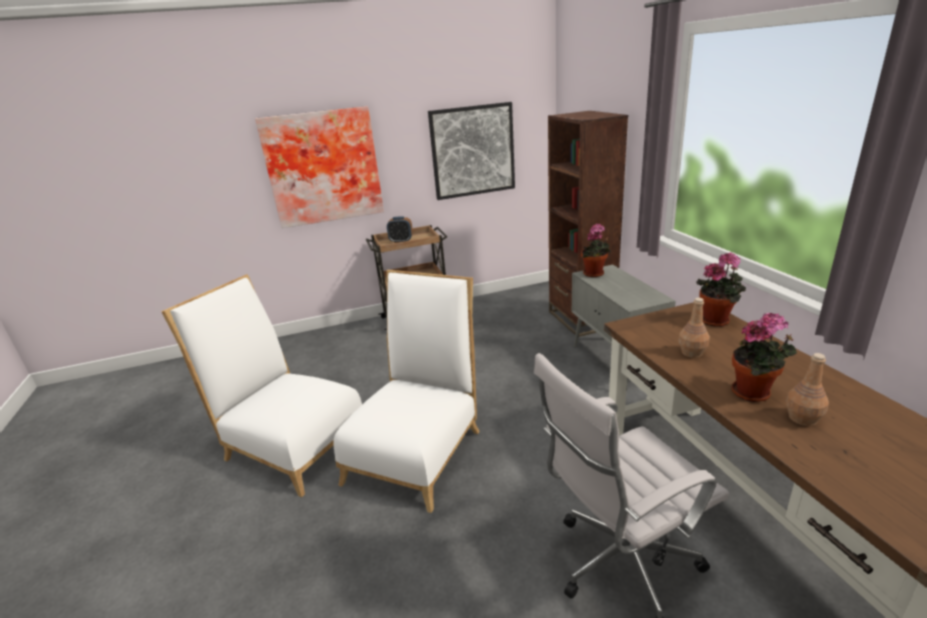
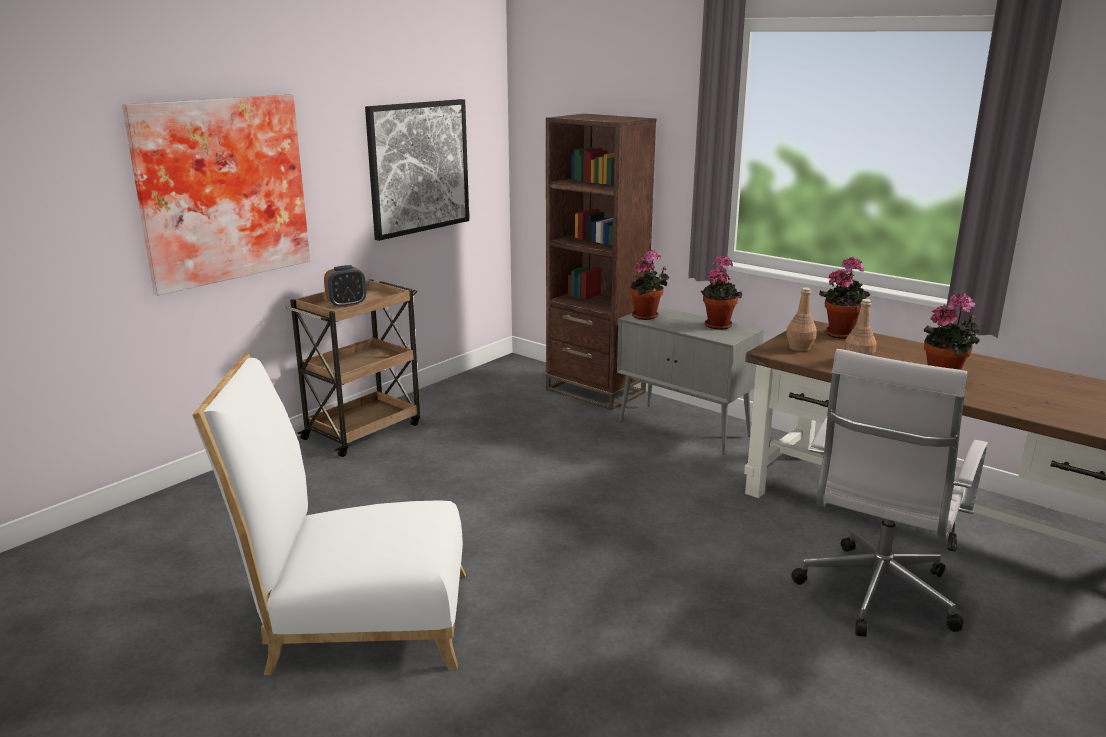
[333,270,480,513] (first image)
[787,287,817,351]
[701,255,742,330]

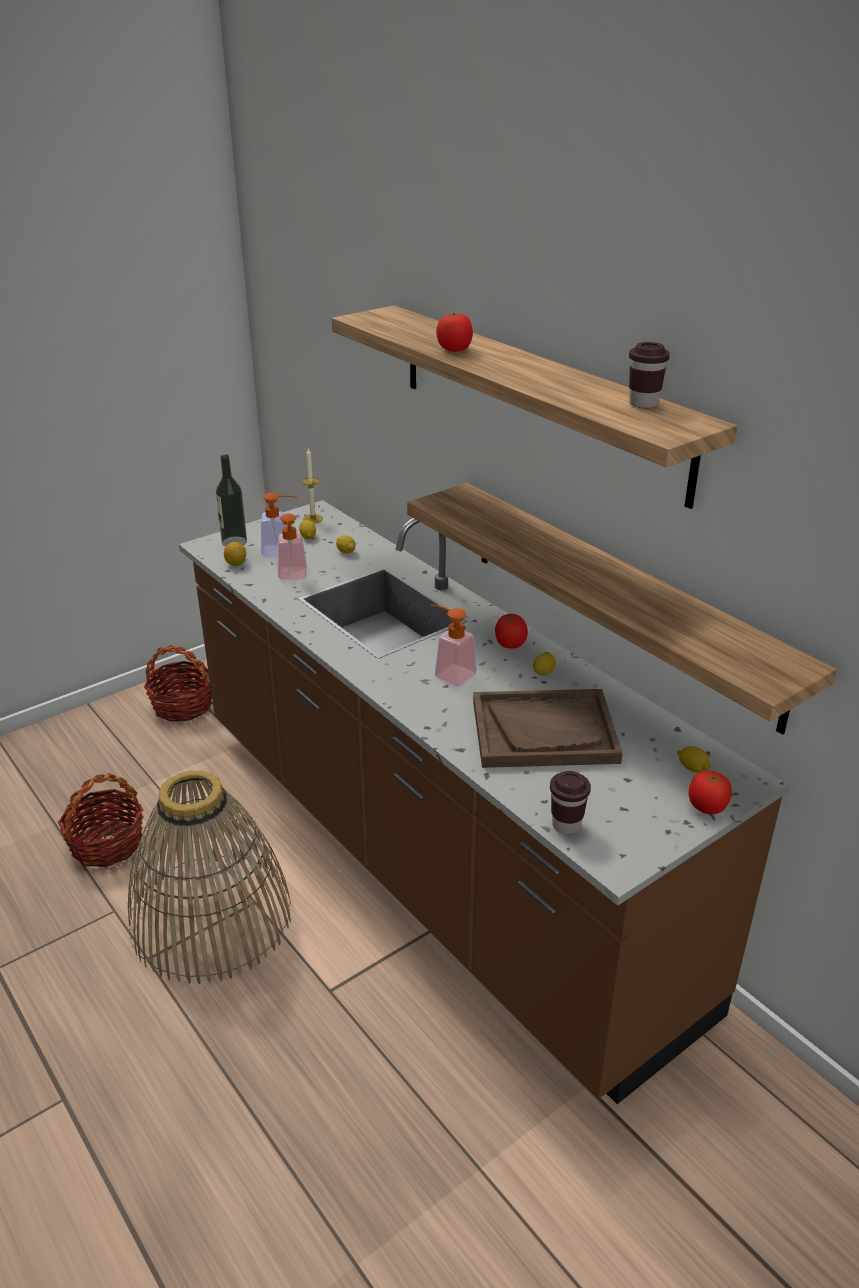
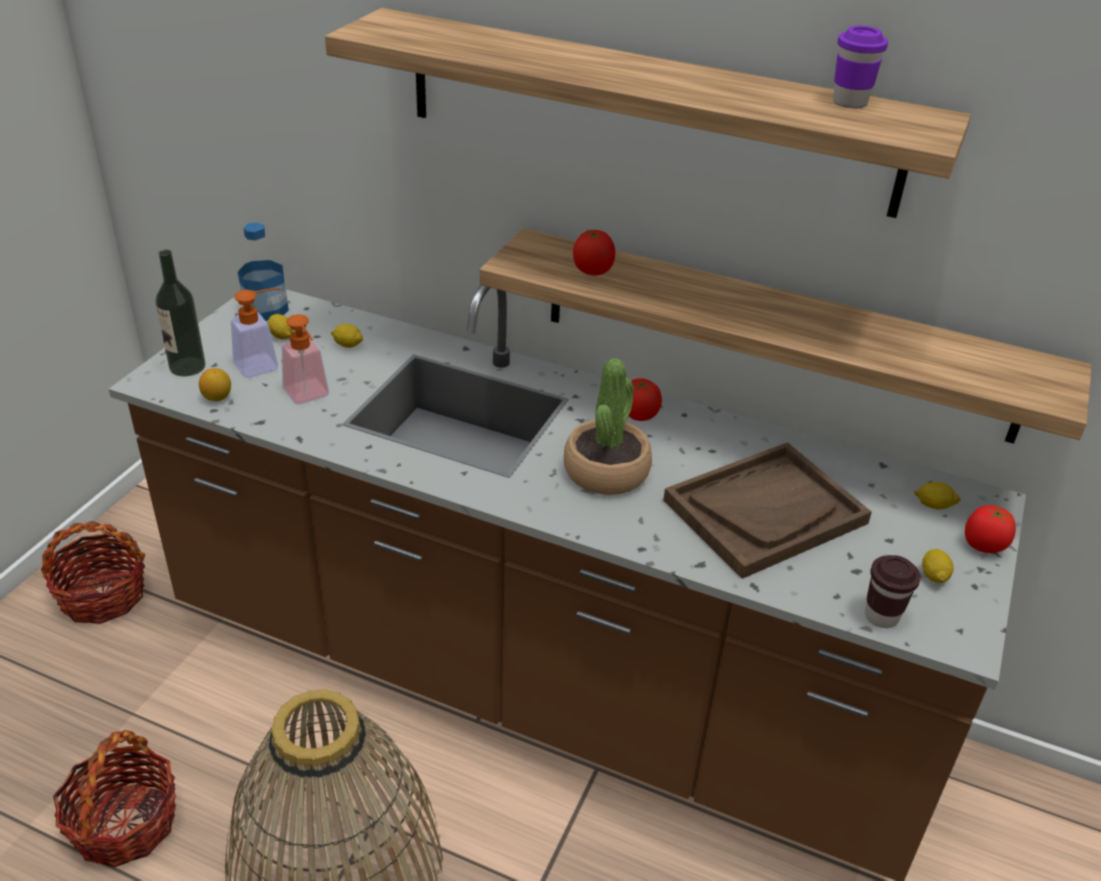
[238,223,289,321]
[564,358,652,495]
[573,230,615,276]
[922,549,954,583]
[833,25,888,109]

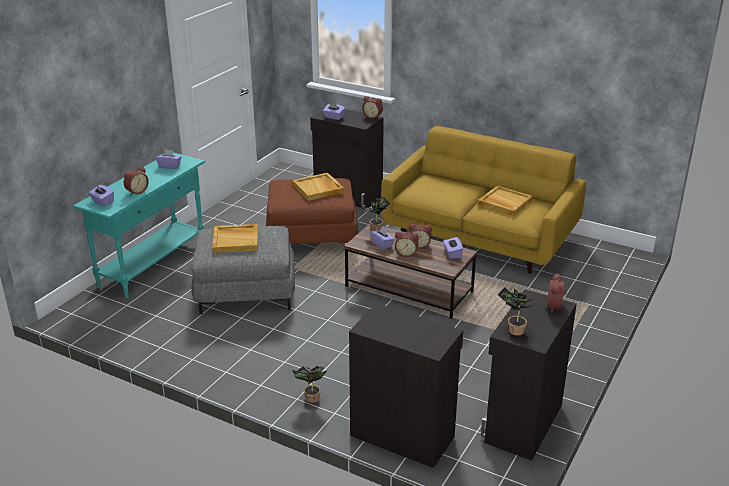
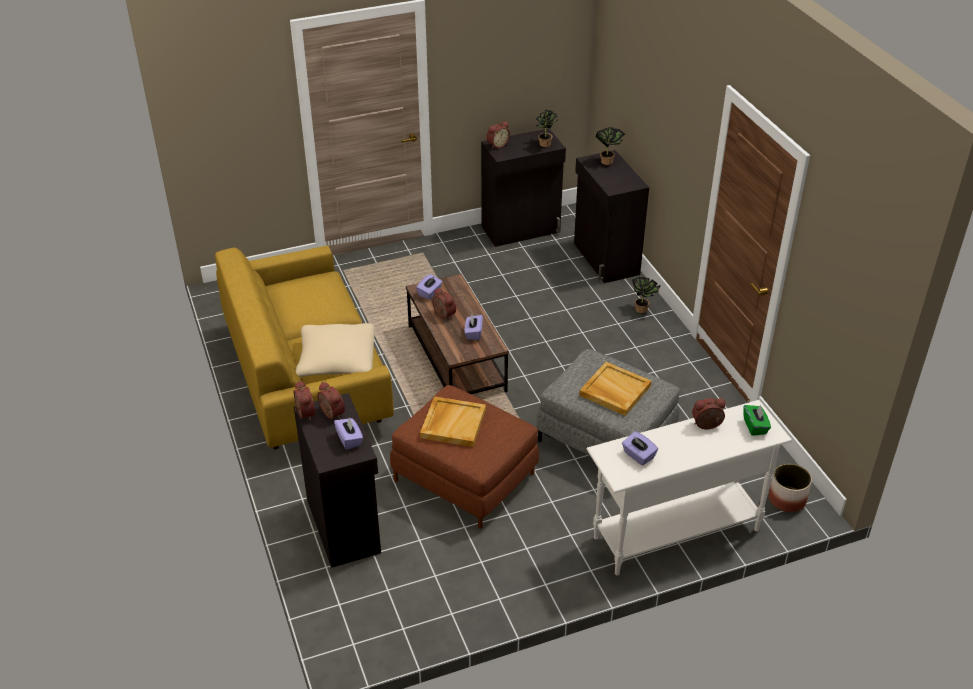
[586,400,792,575]
[743,404,771,436]
[595,127,626,165]
[317,382,345,419]
[478,185,533,216] (first image)
[296,323,375,377]
[768,463,812,512]

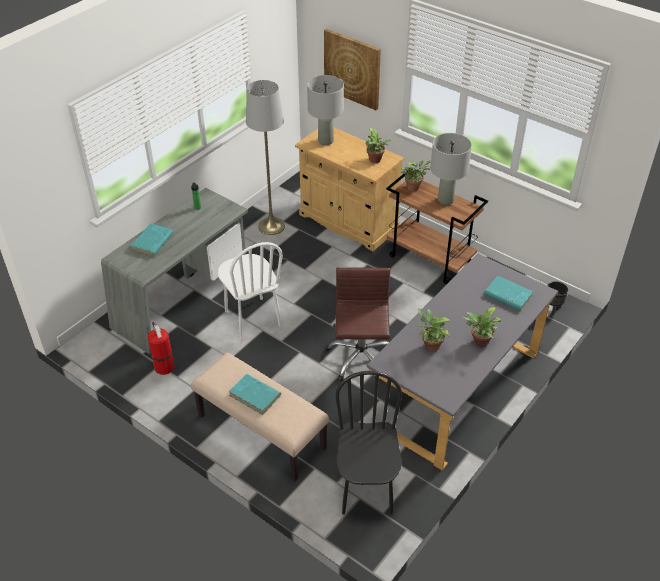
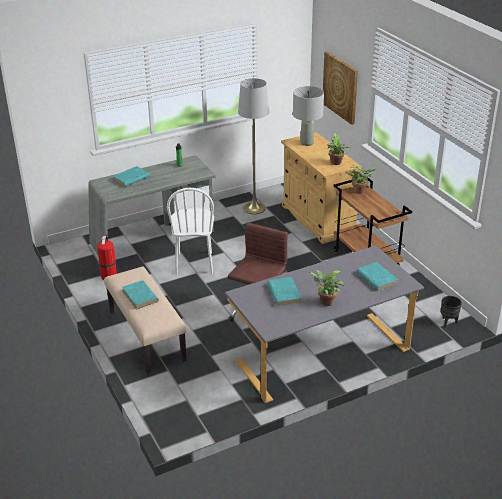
[335,371,402,515] (first image)
[267,277,302,306]
[431,133,472,205] (first image)

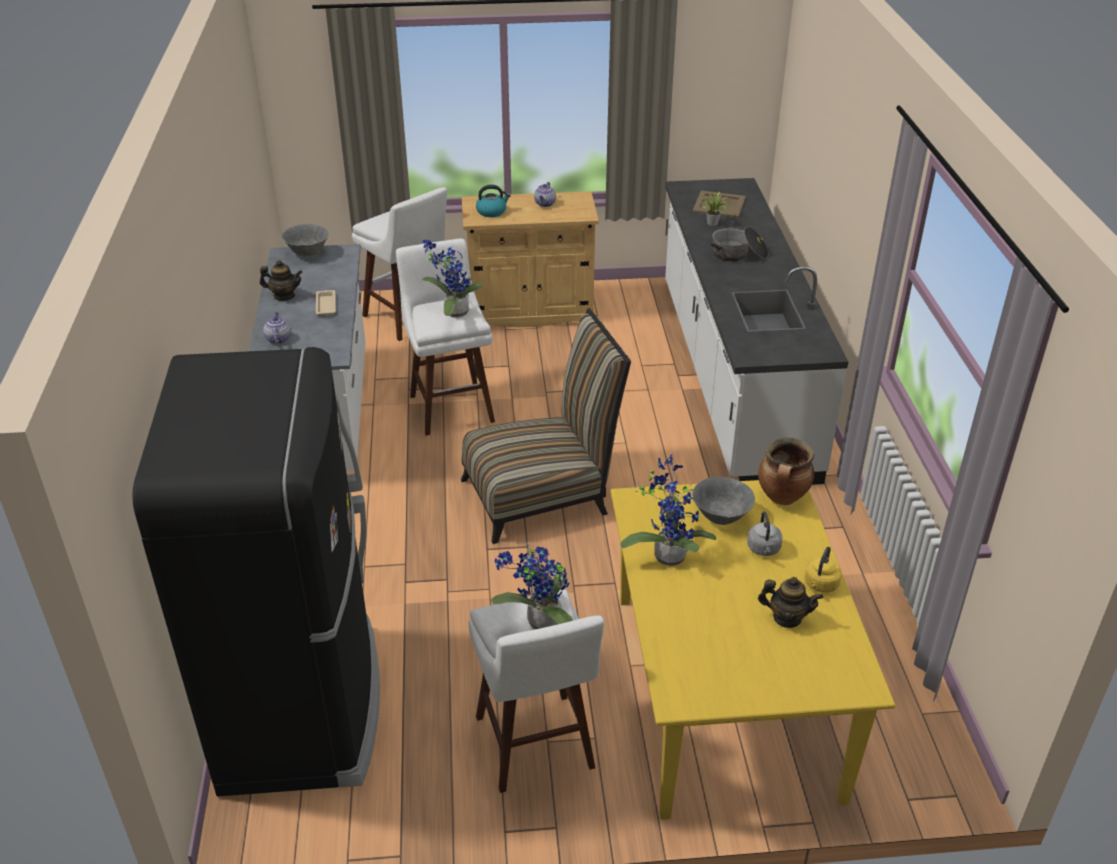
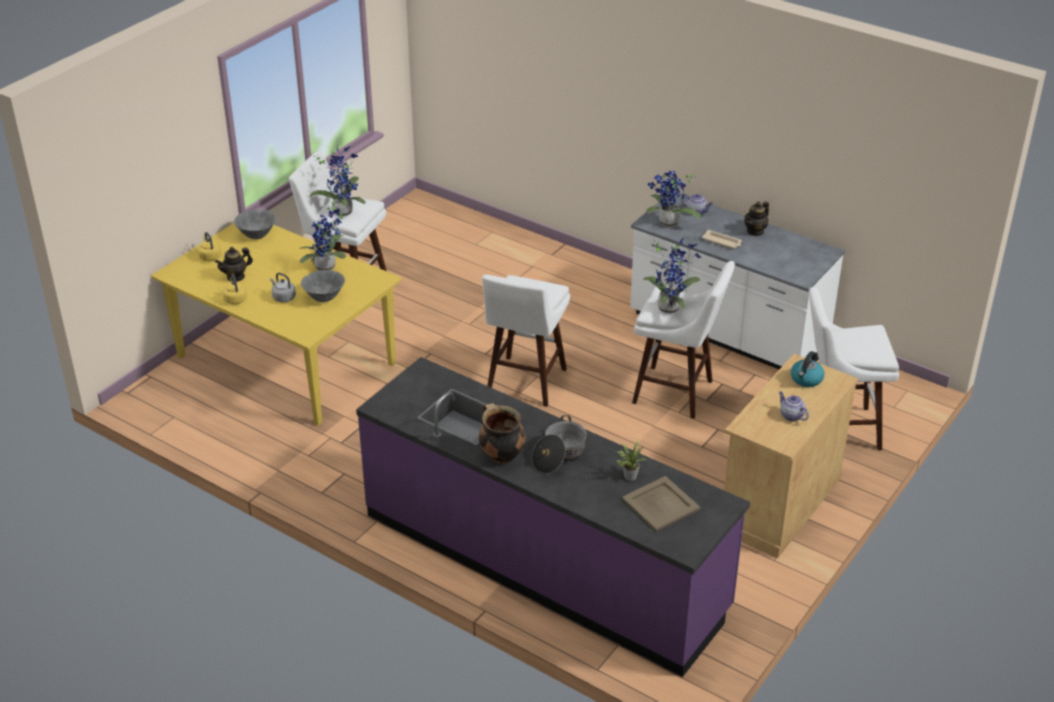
[132,347,380,796] (first image)
[234,209,276,239]
[482,275,570,407]
[356,357,750,677]
[479,403,526,464]
[198,232,221,261]
[646,171,701,227]

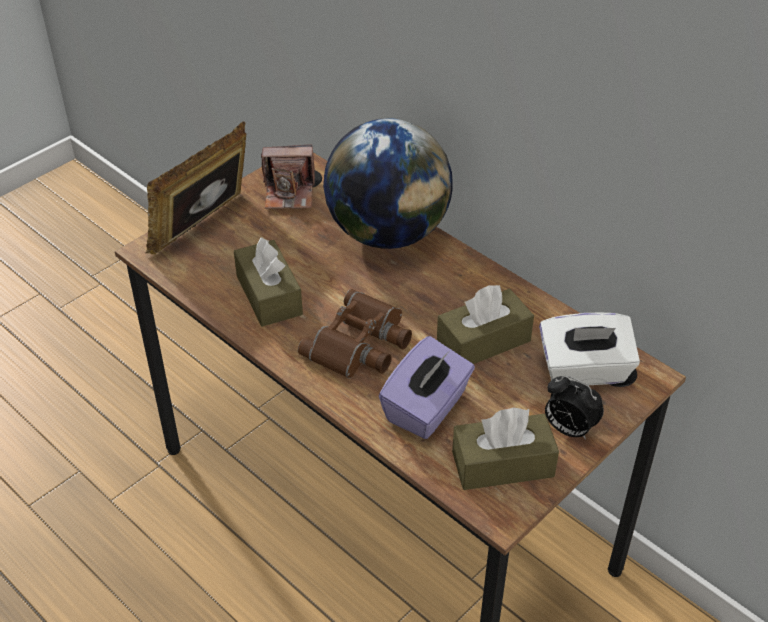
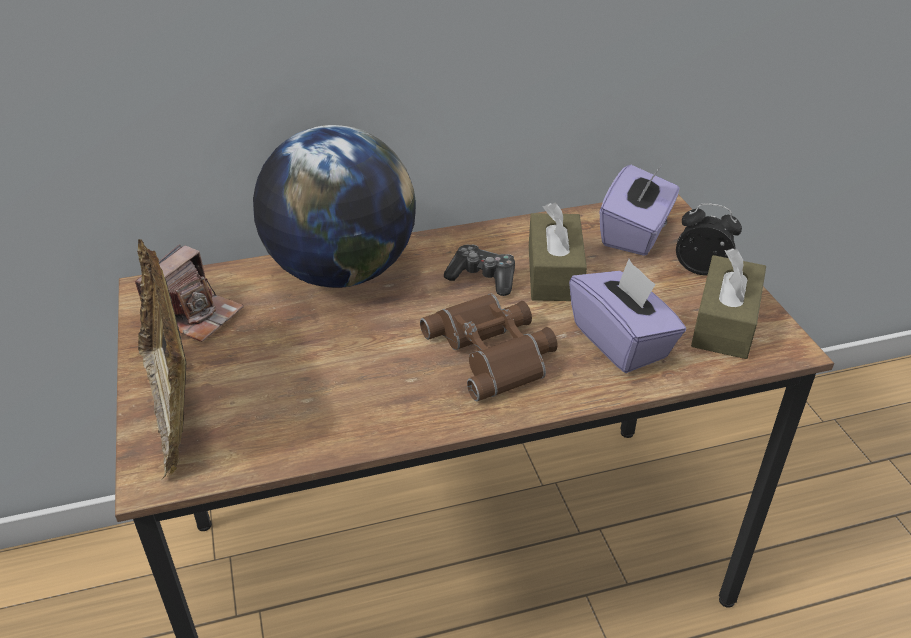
[234,237,303,327] (first image)
[600,165,679,256]
[676,203,742,275]
[444,244,515,296]

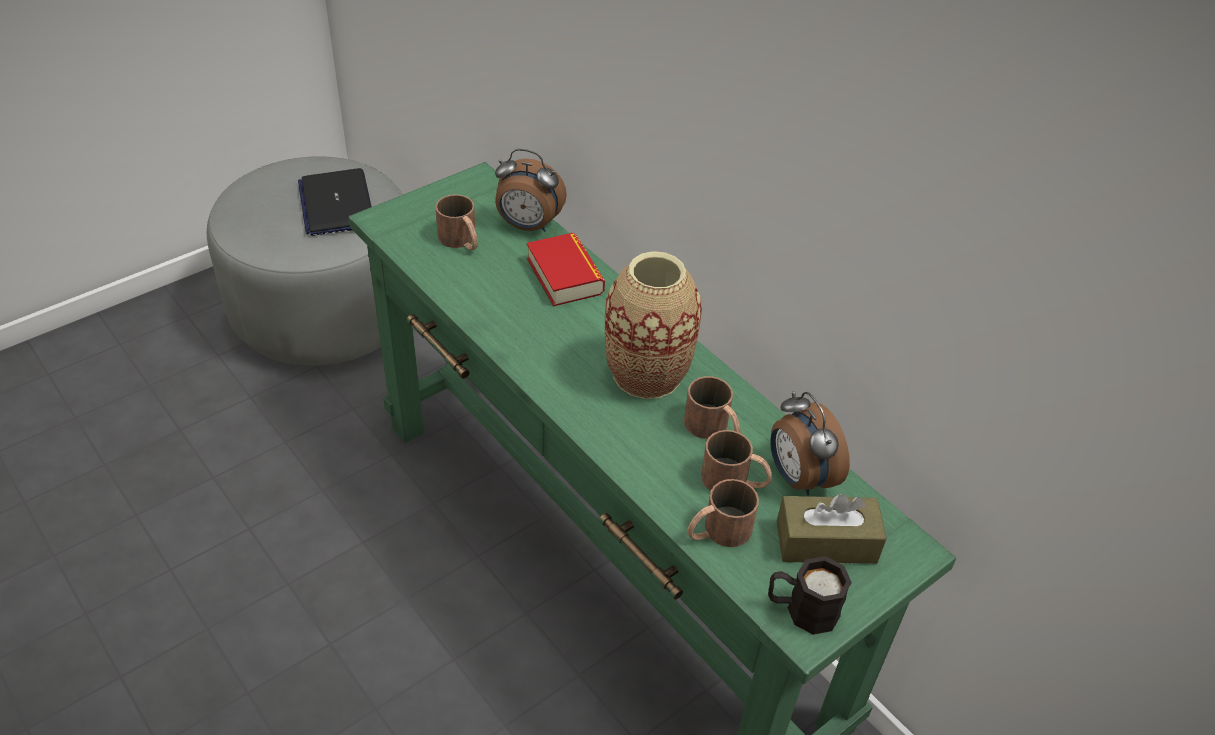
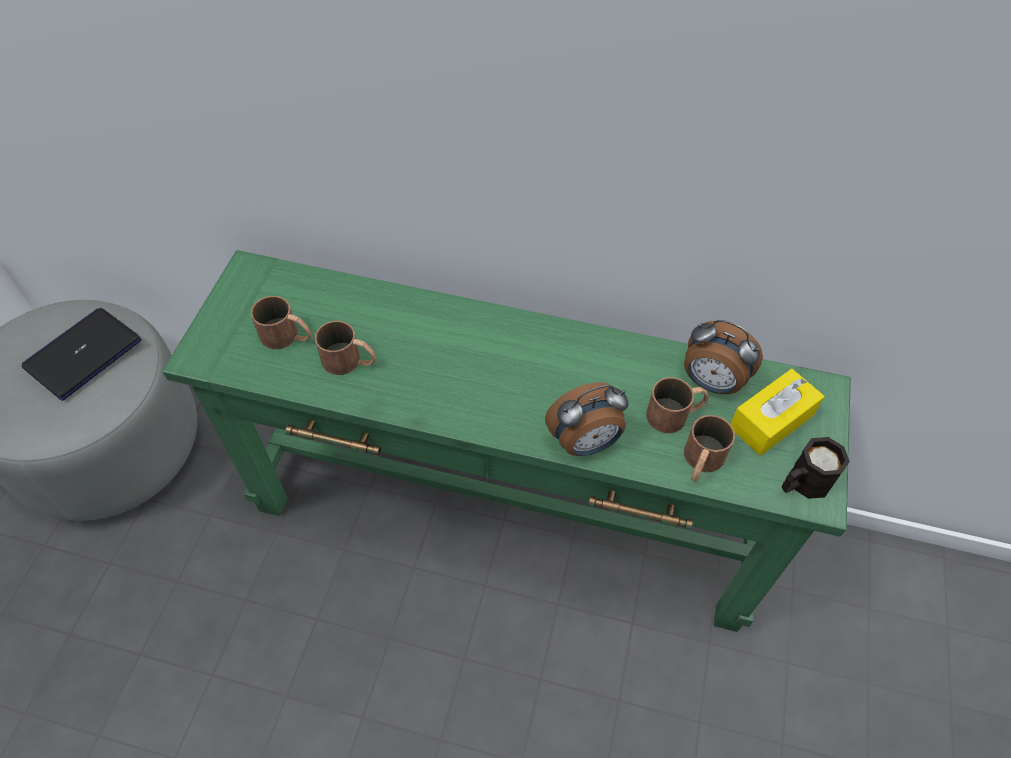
[22,308,142,401]
[545,382,629,456]
[527,233,605,306] (first image)
[605,251,702,399] (first image)
[315,321,376,375]
[730,369,824,456]

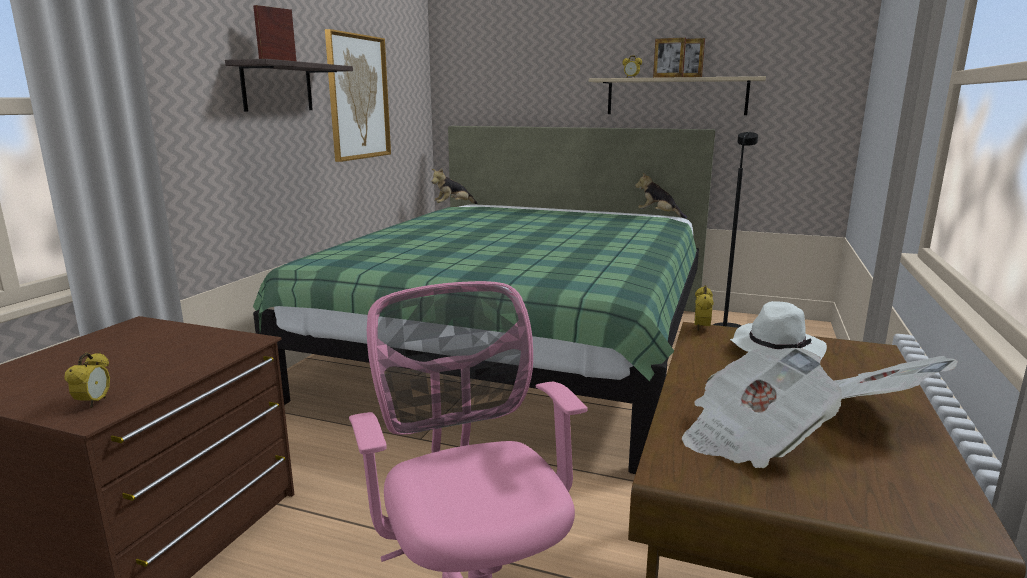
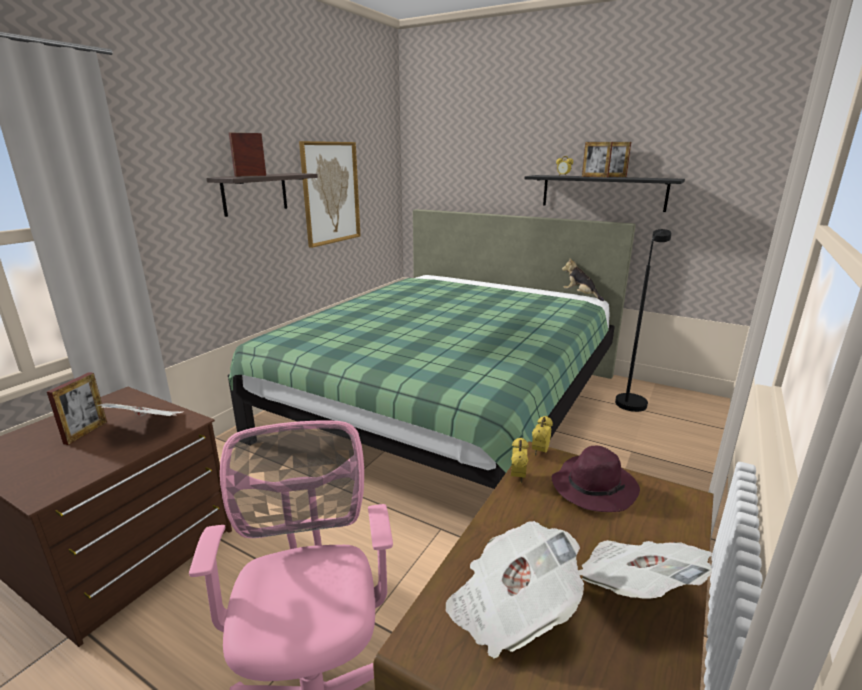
[511,437,529,483]
[431,168,478,204] (first image)
[524,175,685,212]
[551,446,640,512]
[47,372,107,445]
[97,403,183,417]

